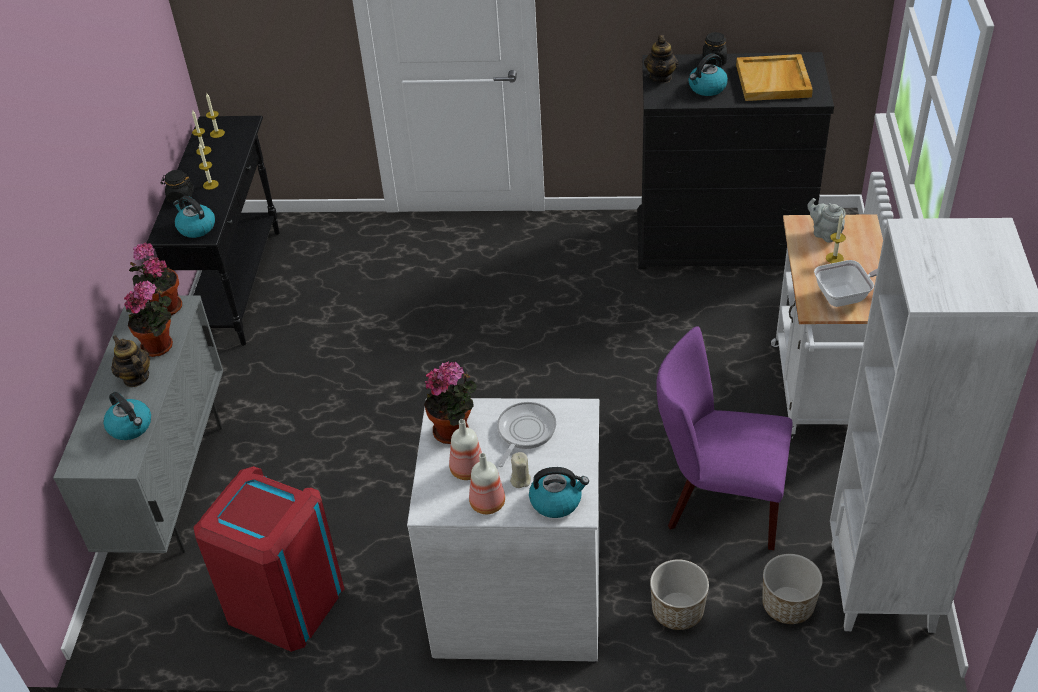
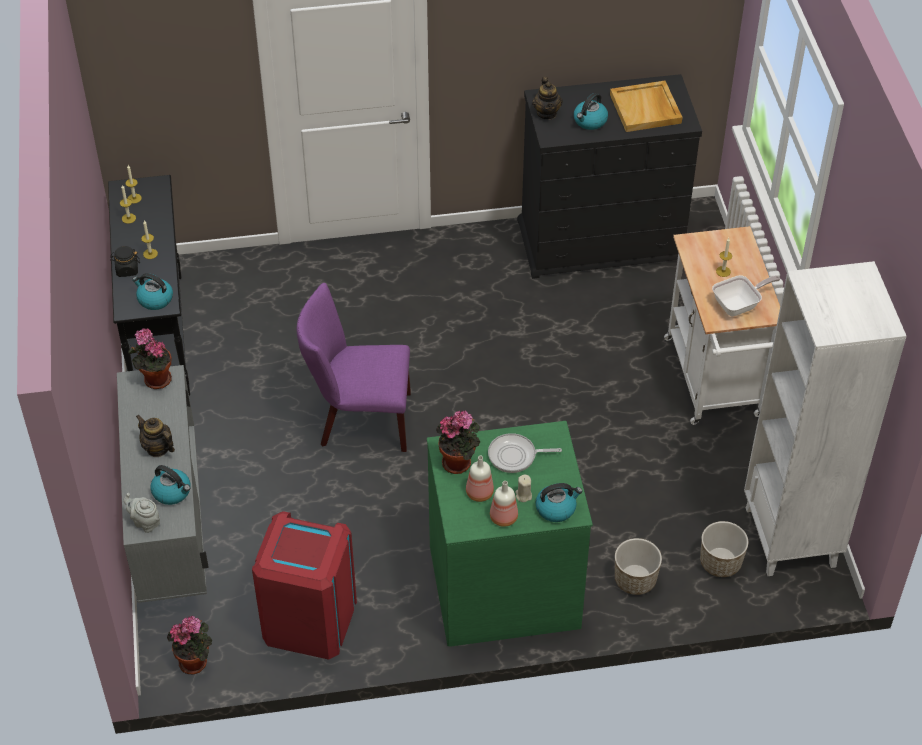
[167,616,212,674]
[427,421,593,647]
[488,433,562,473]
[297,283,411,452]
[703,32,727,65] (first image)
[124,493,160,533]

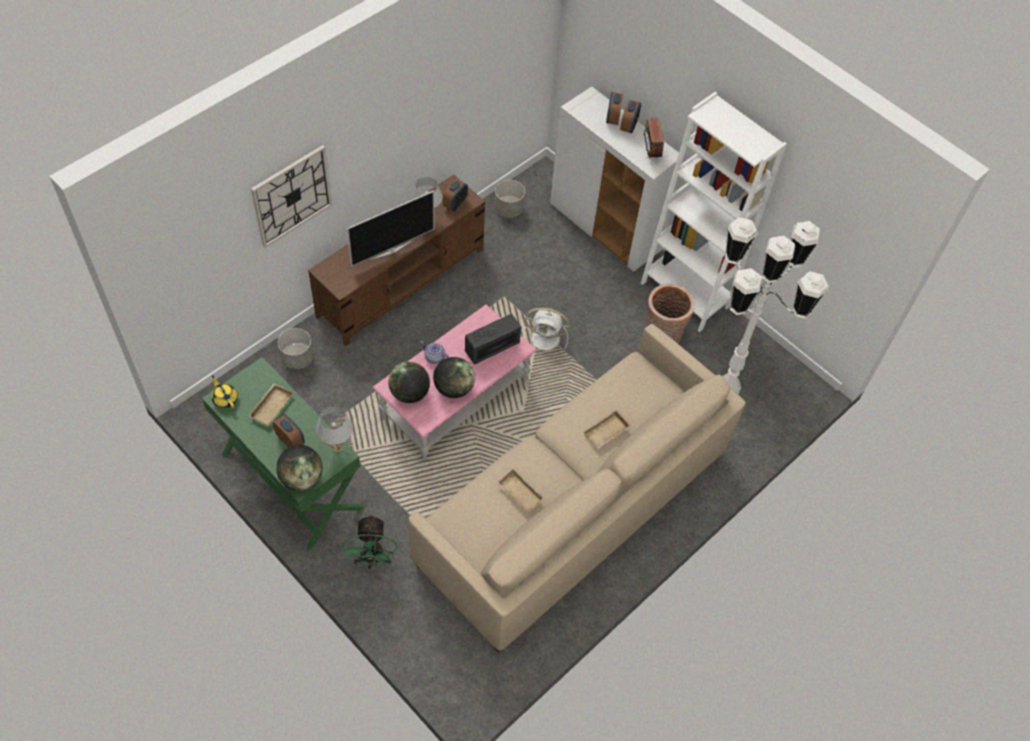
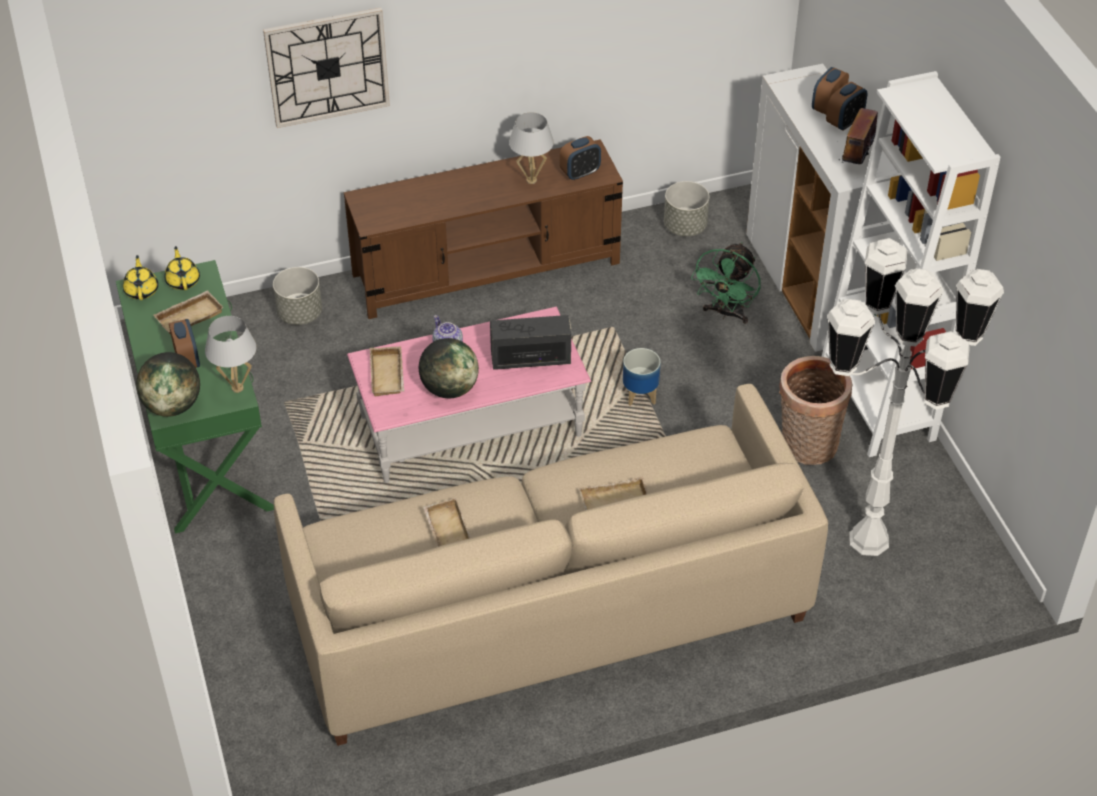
[691,242,761,324]
[347,190,434,267] (first image)
[369,346,404,397]
[623,348,661,406]
[164,246,200,290]

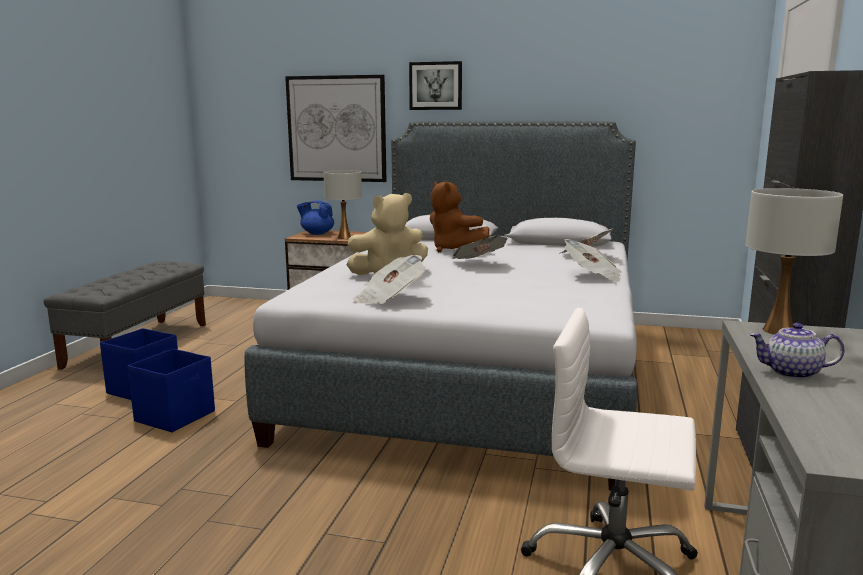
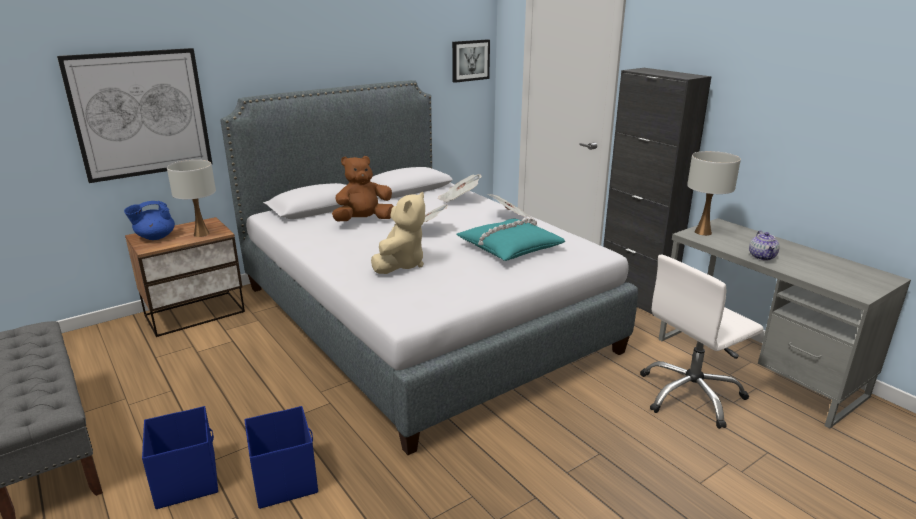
[353,255,425,304] (first image)
[452,39,490,83]
[332,156,394,221]
[749,231,780,260]
[457,218,565,261]

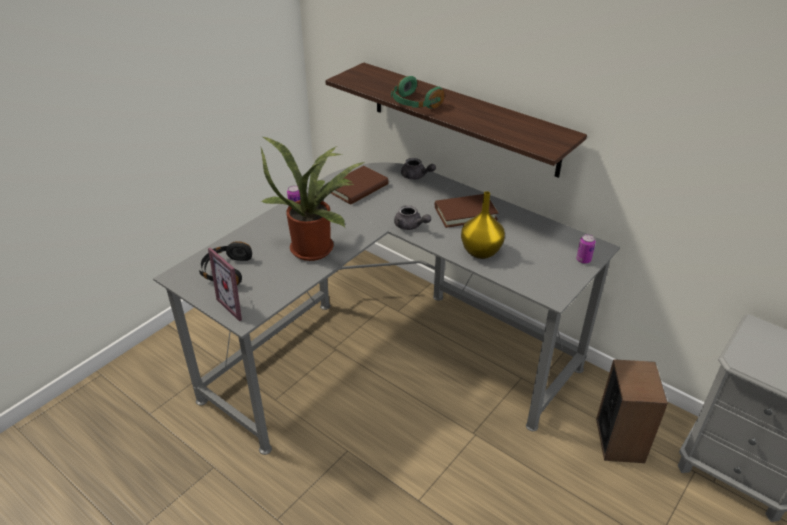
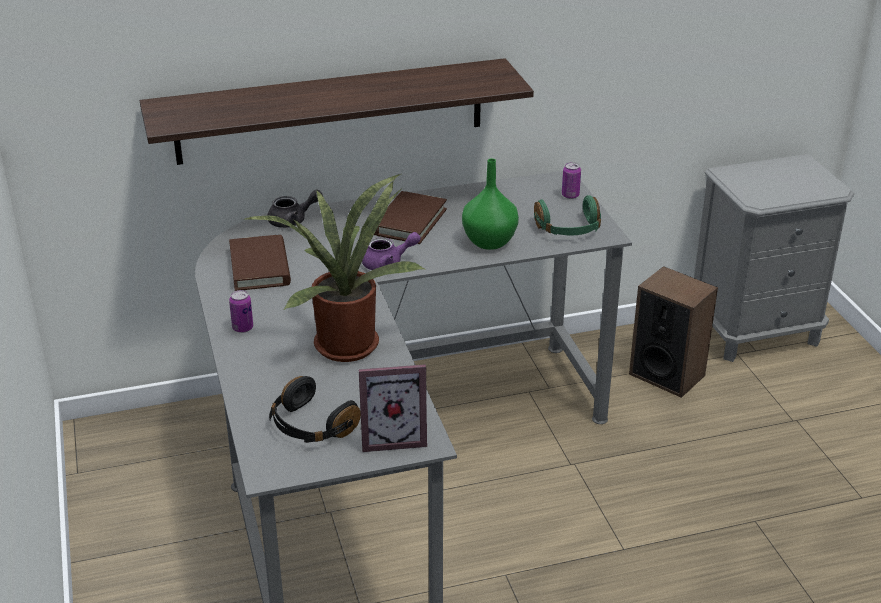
[534,195,601,235]
[362,232,421,270]
[462,159,519,250]

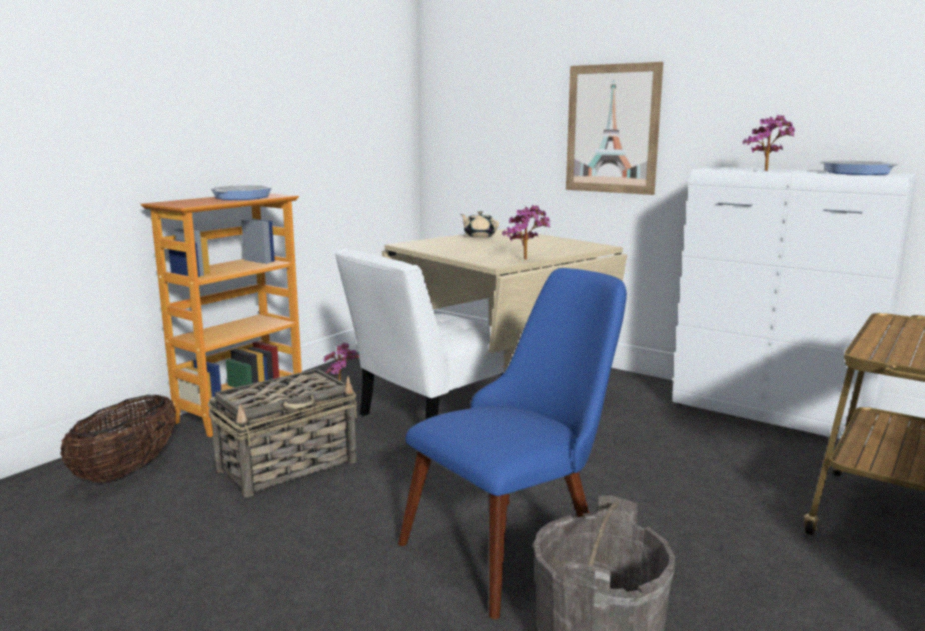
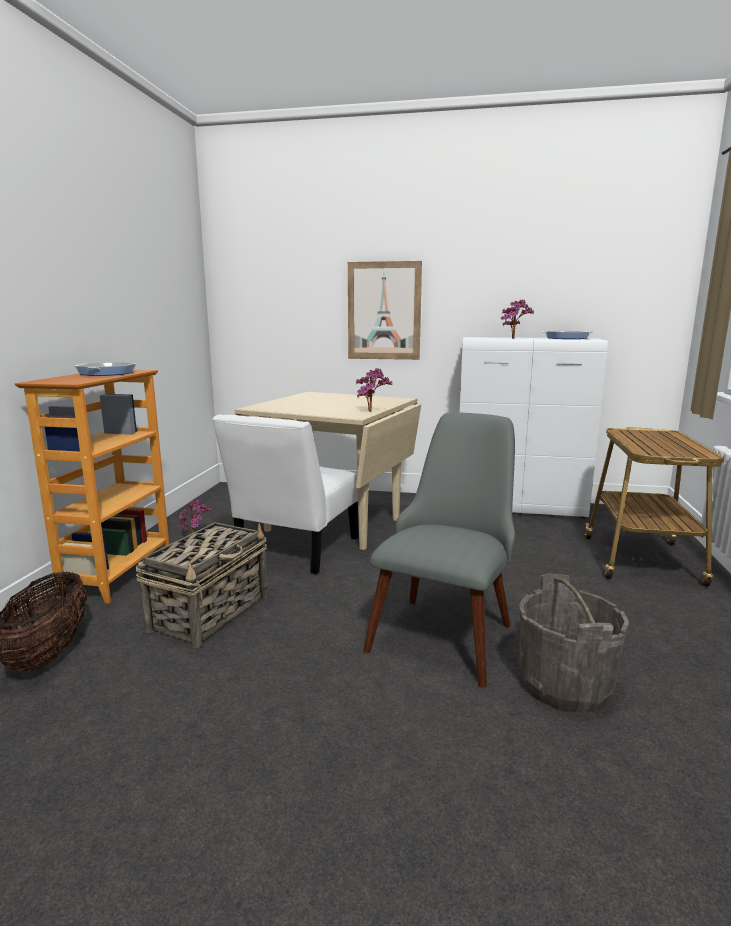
[363,412,515,688]
[460,211,499,238] (first image)

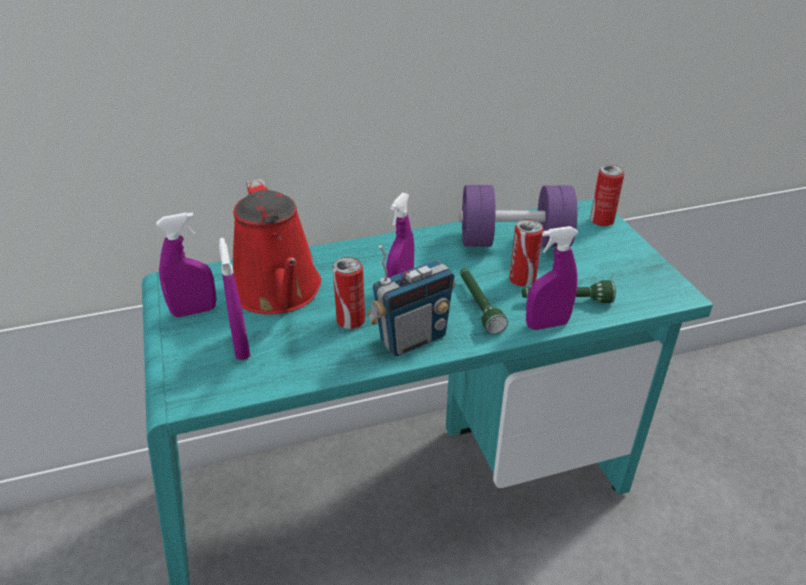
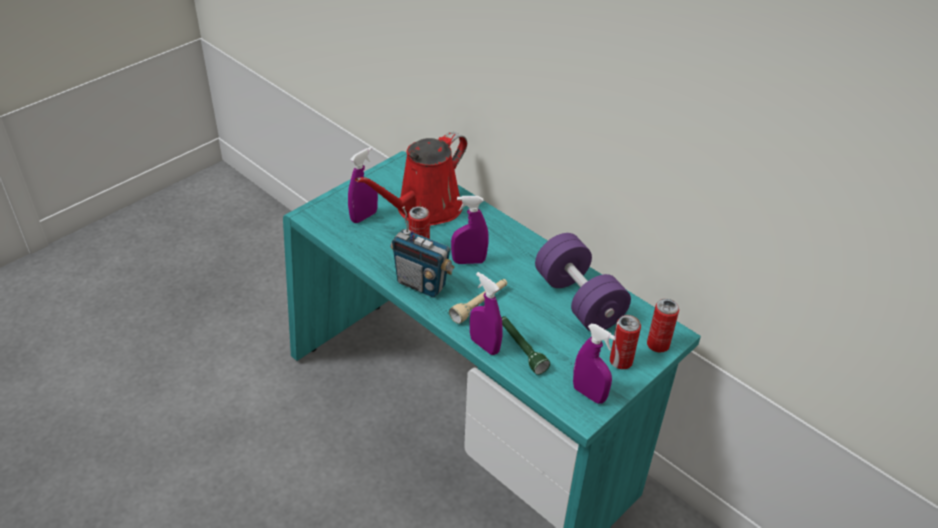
[573,324,616,404]
[449,279,507,324]
[610,315,641,369]

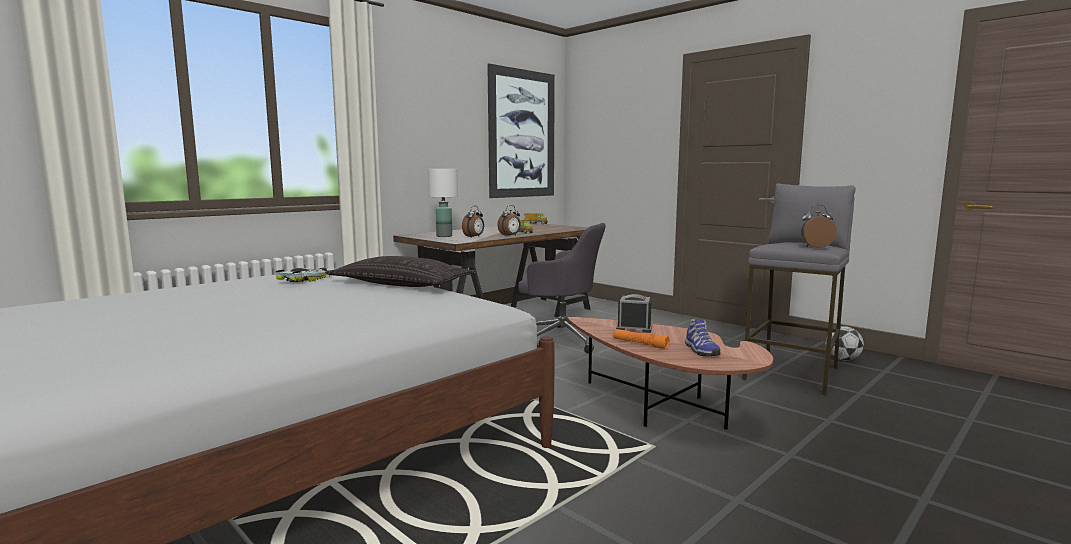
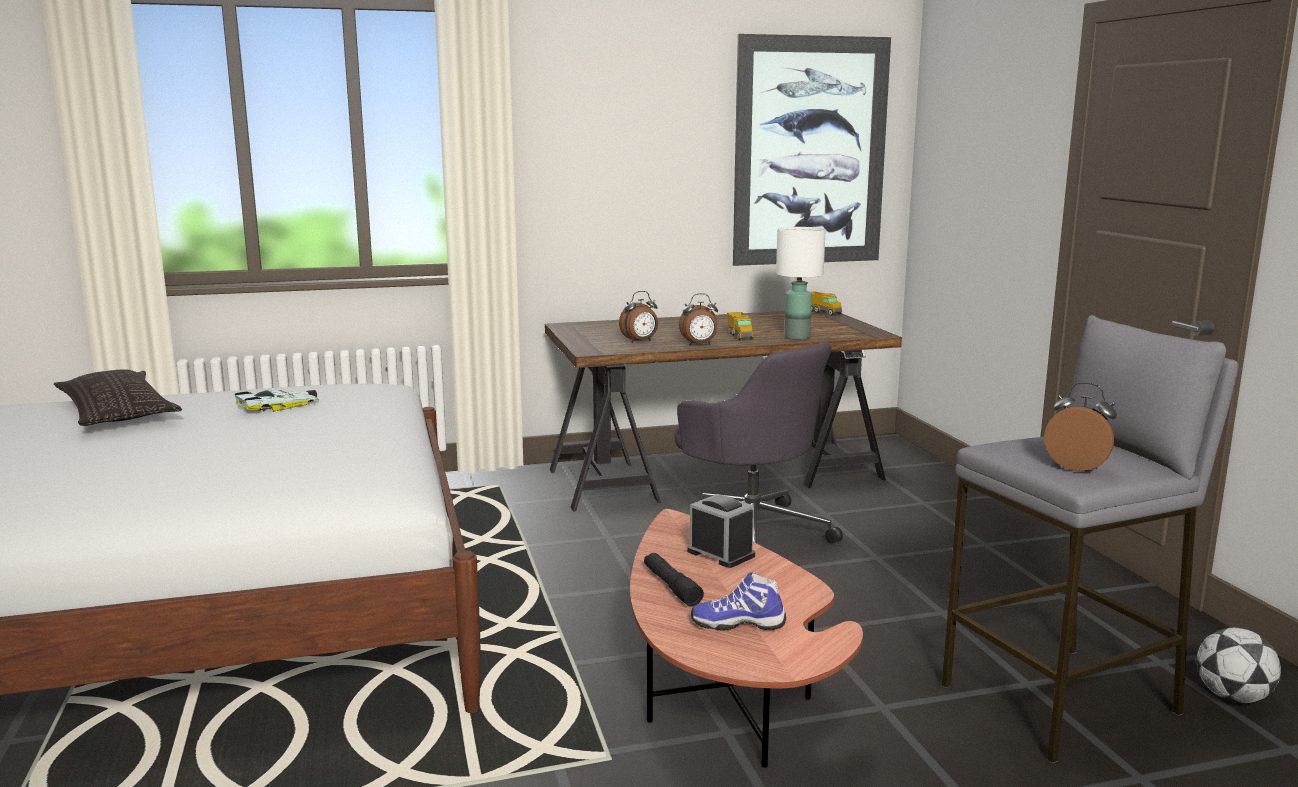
[54,369,182,426]
[776,227,826,340]
[644,553,704,607]
[691,572,786,631]

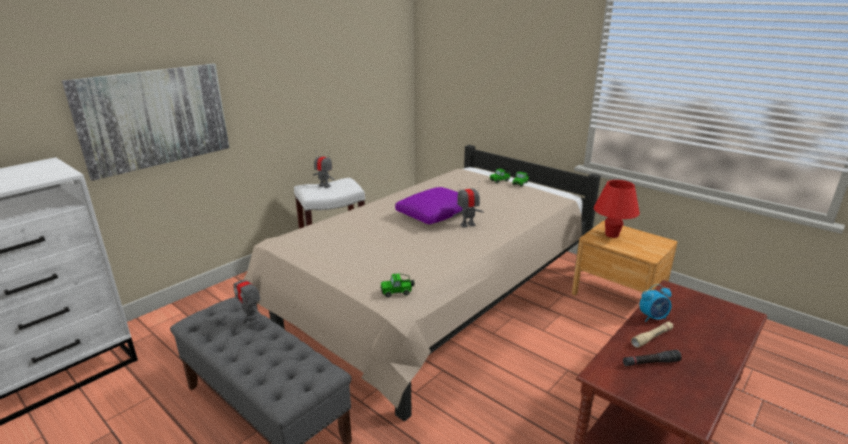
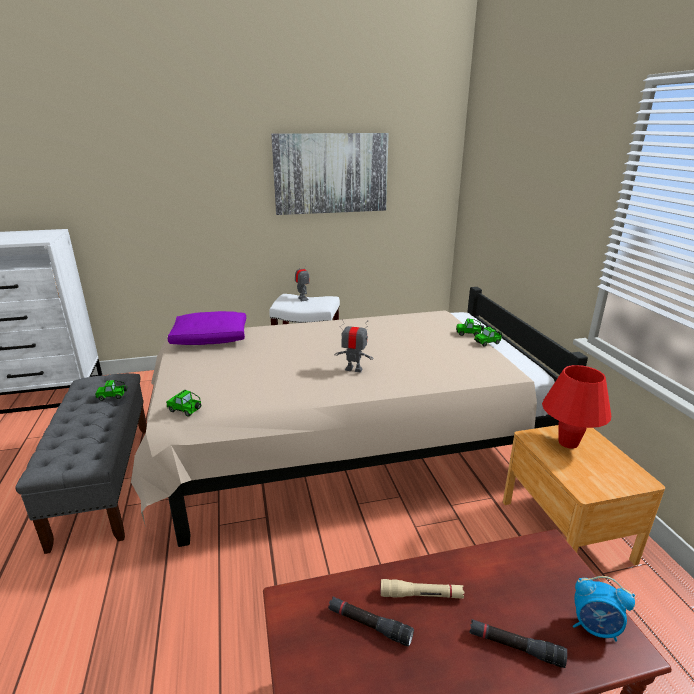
[271,133,389,215]
[95,380,127,401]
[168,311,246,345]
[573,576,635,642]
[469,619,567,668]

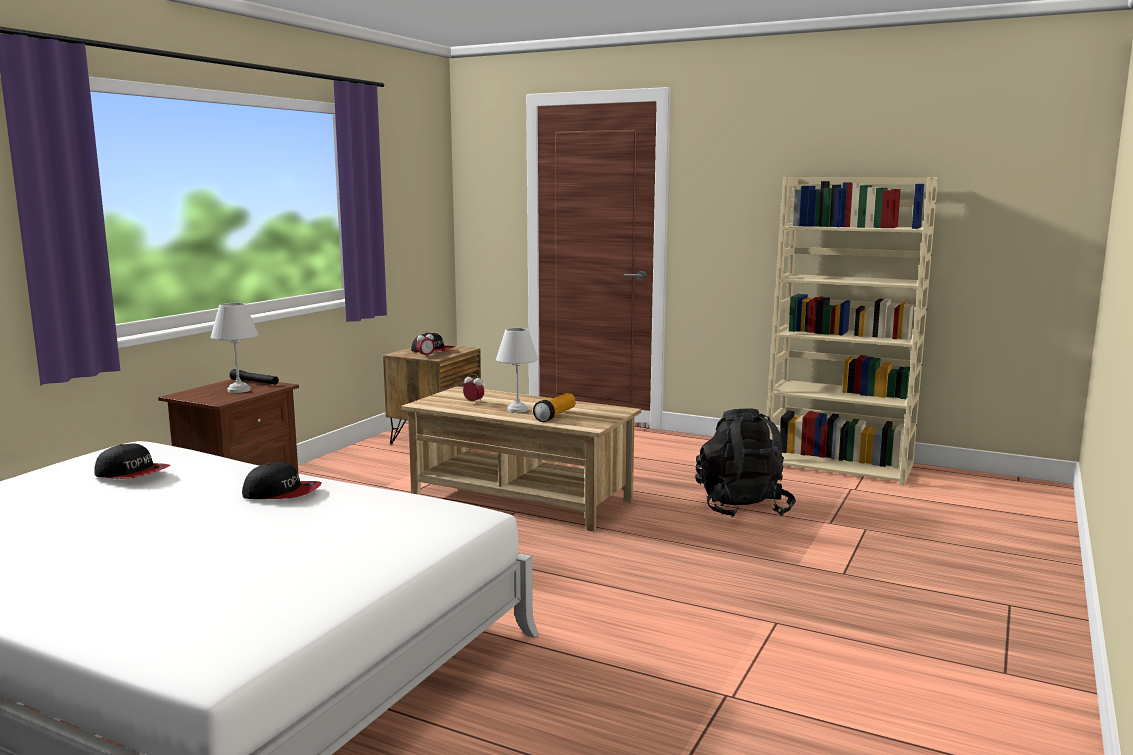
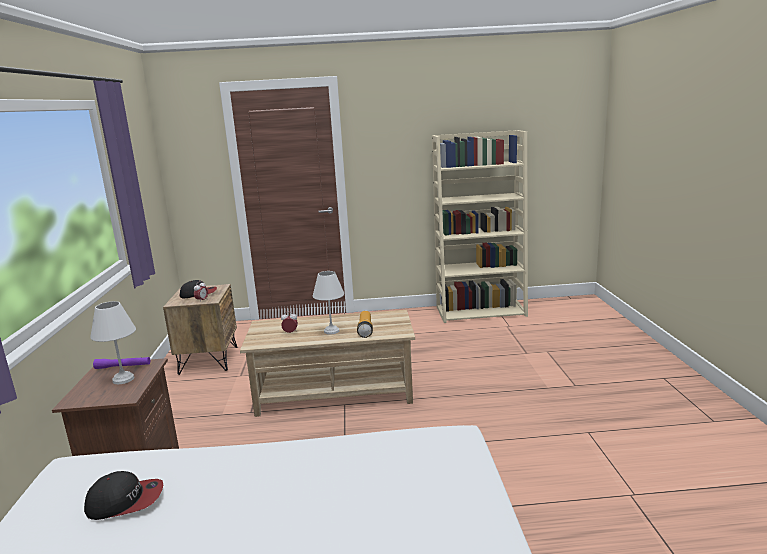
[93,357,150,369]
[242,462,322,499] (first image)
[695,408,796,517] (first image)

